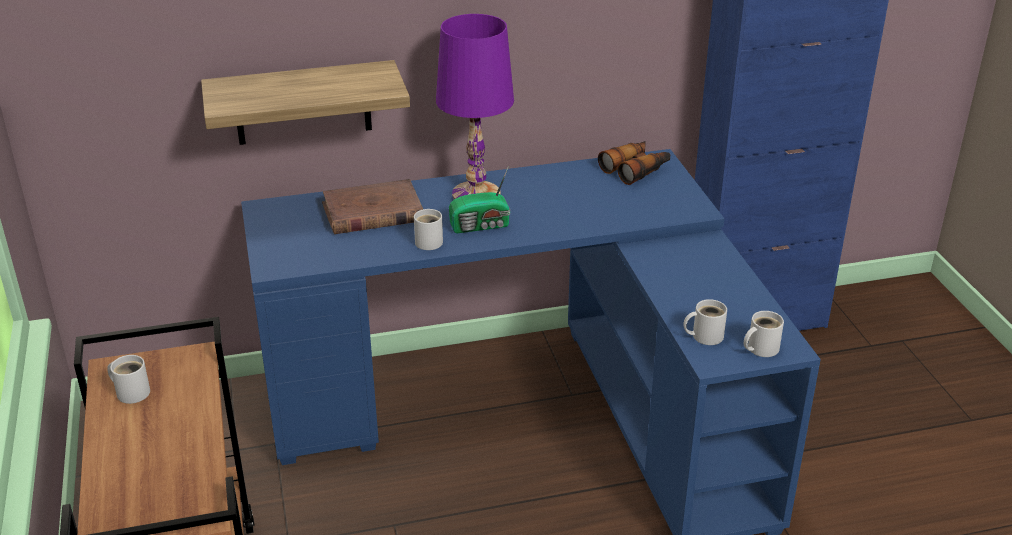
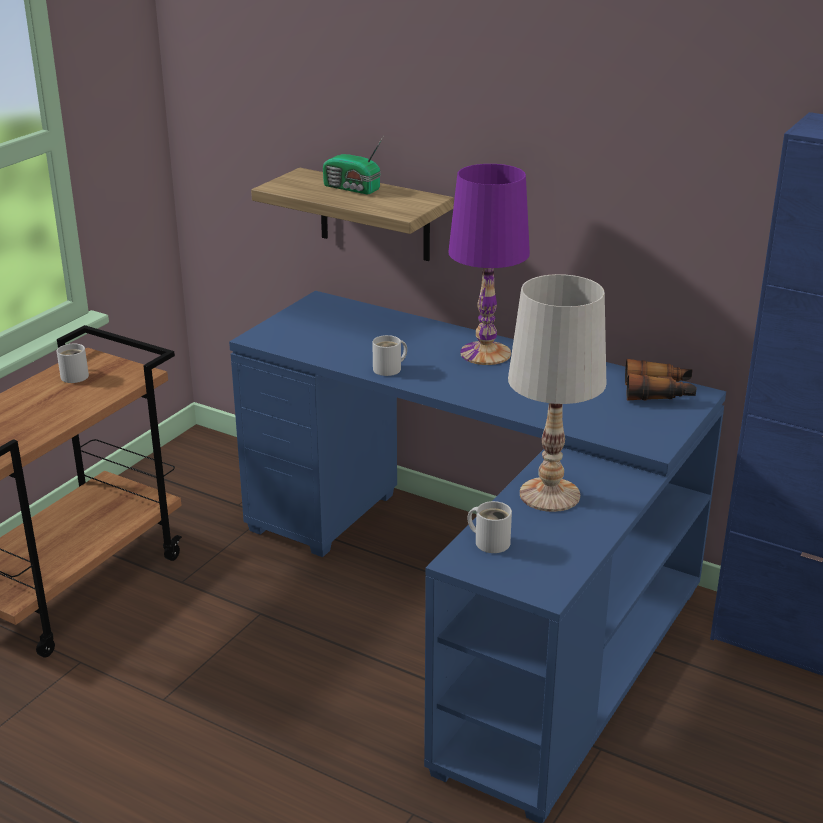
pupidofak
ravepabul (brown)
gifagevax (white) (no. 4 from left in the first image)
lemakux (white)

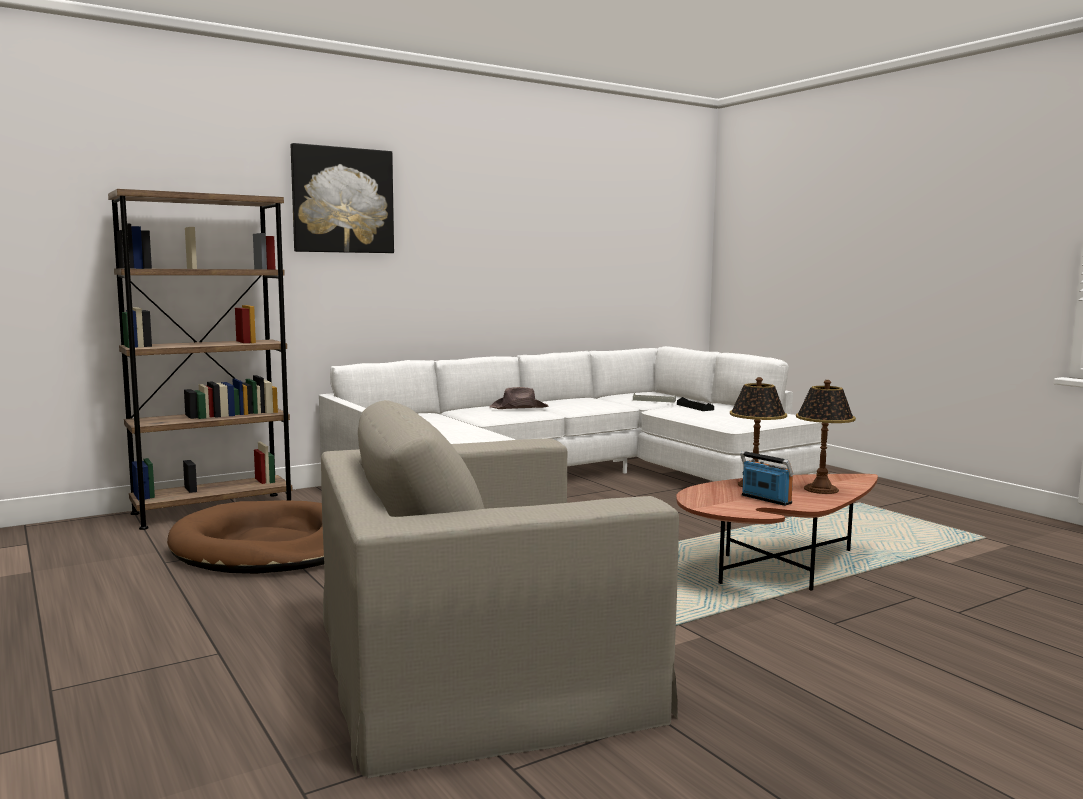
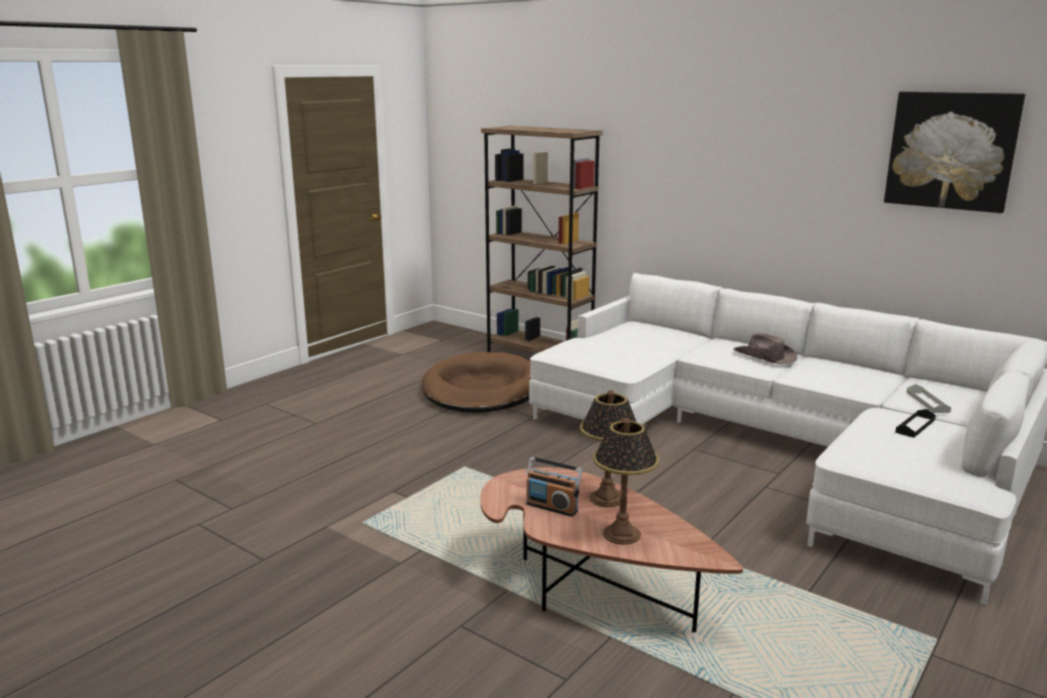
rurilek
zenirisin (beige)
pupidofak

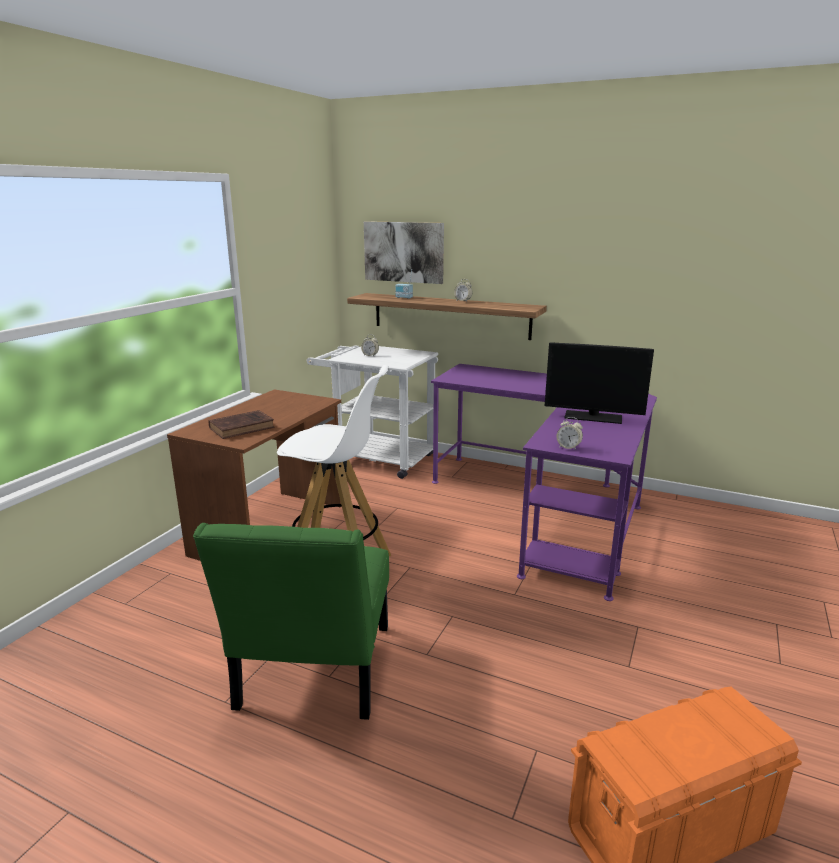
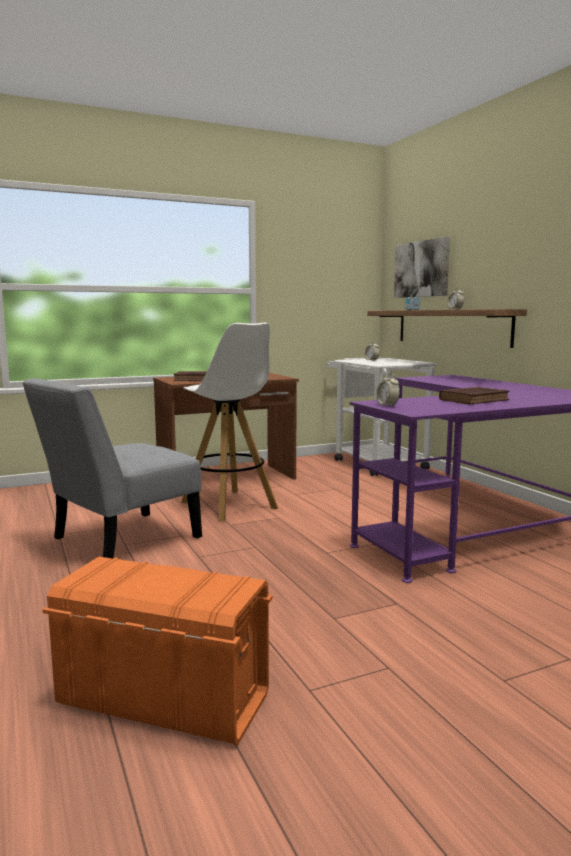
ravepabul (brown) (no. 2 from left)
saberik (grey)

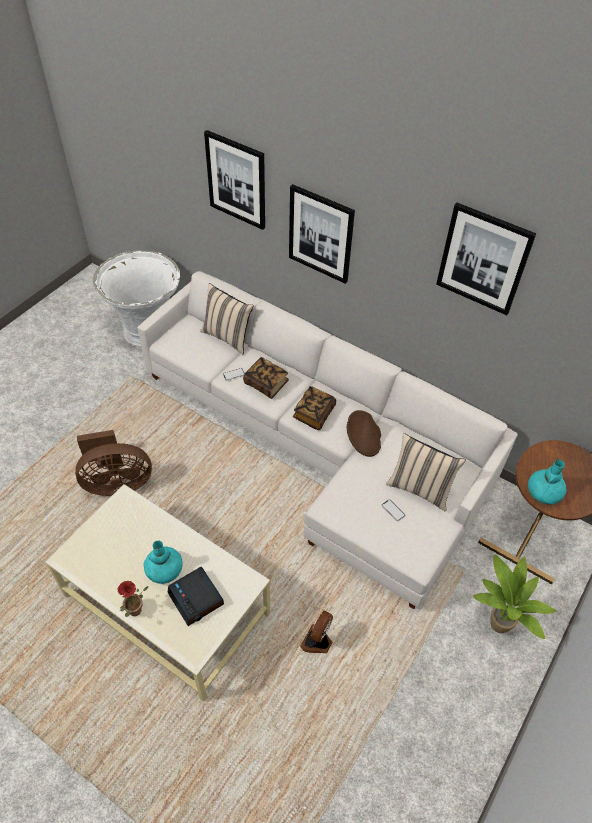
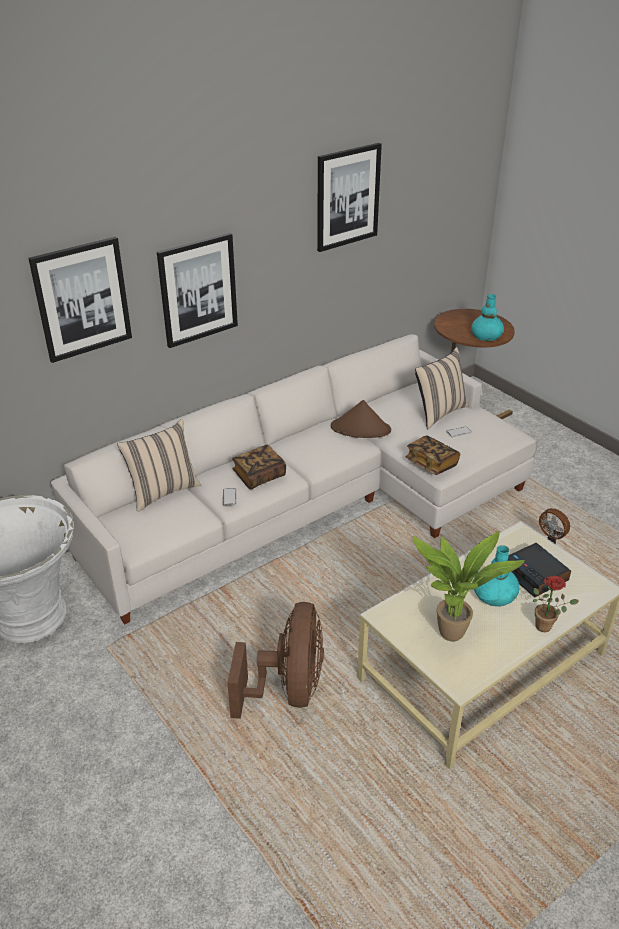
ravepabul (no. 2 from left)
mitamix (no. 1 from left)
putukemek

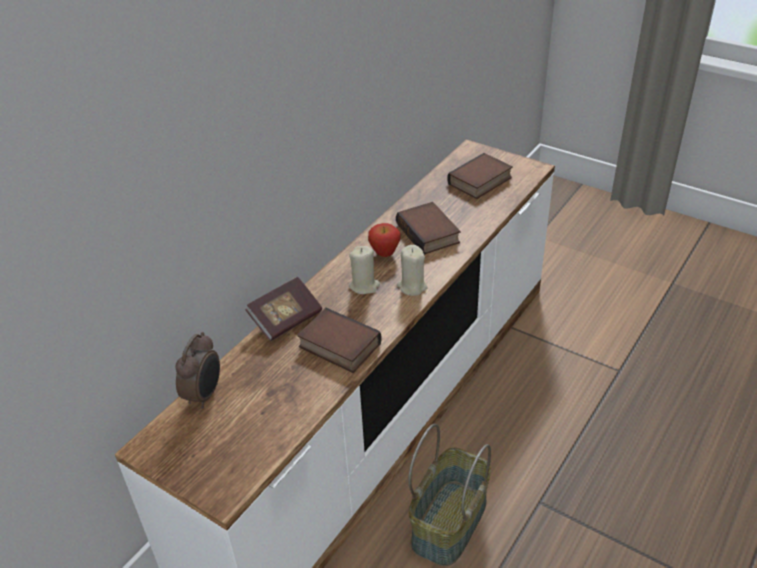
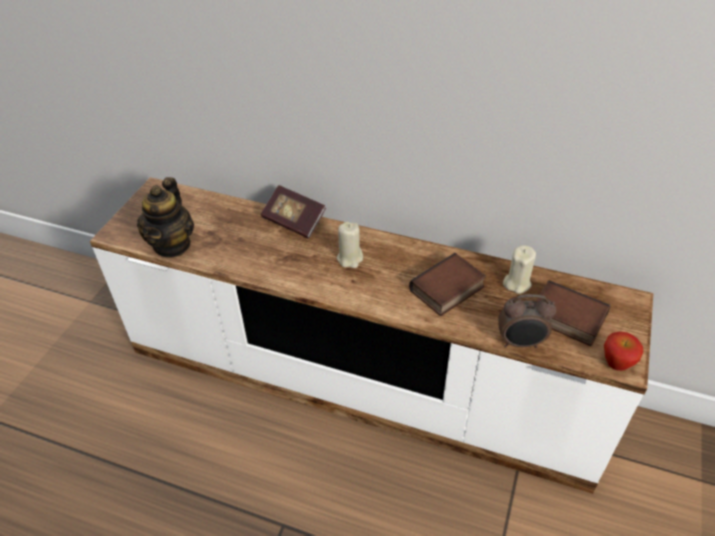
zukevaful
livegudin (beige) (no. 2 from left)
ravepabul (no. 2 from left in the first image)
putukemek
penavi
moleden

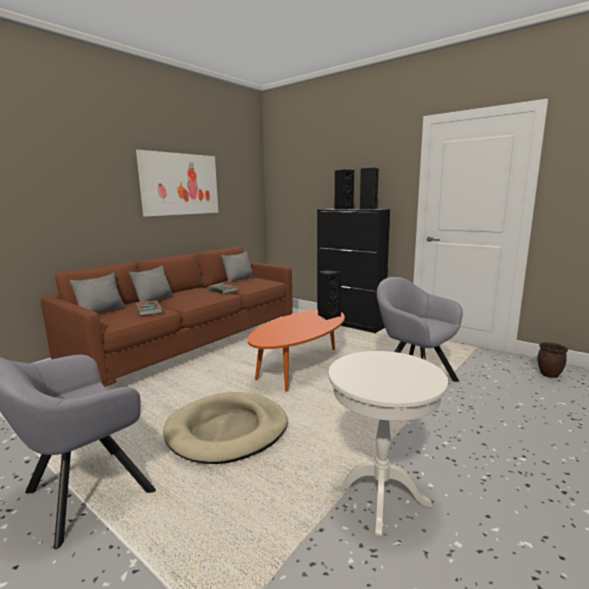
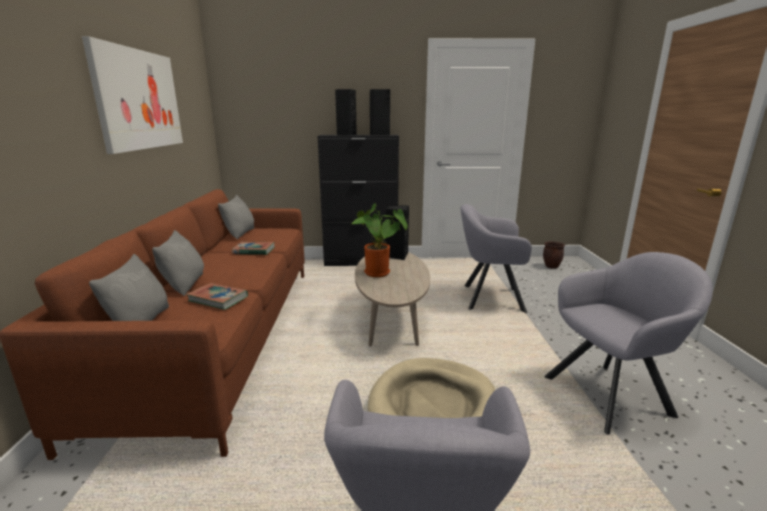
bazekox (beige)
zenirisin (grey) (no. 3 from left)
mitamix

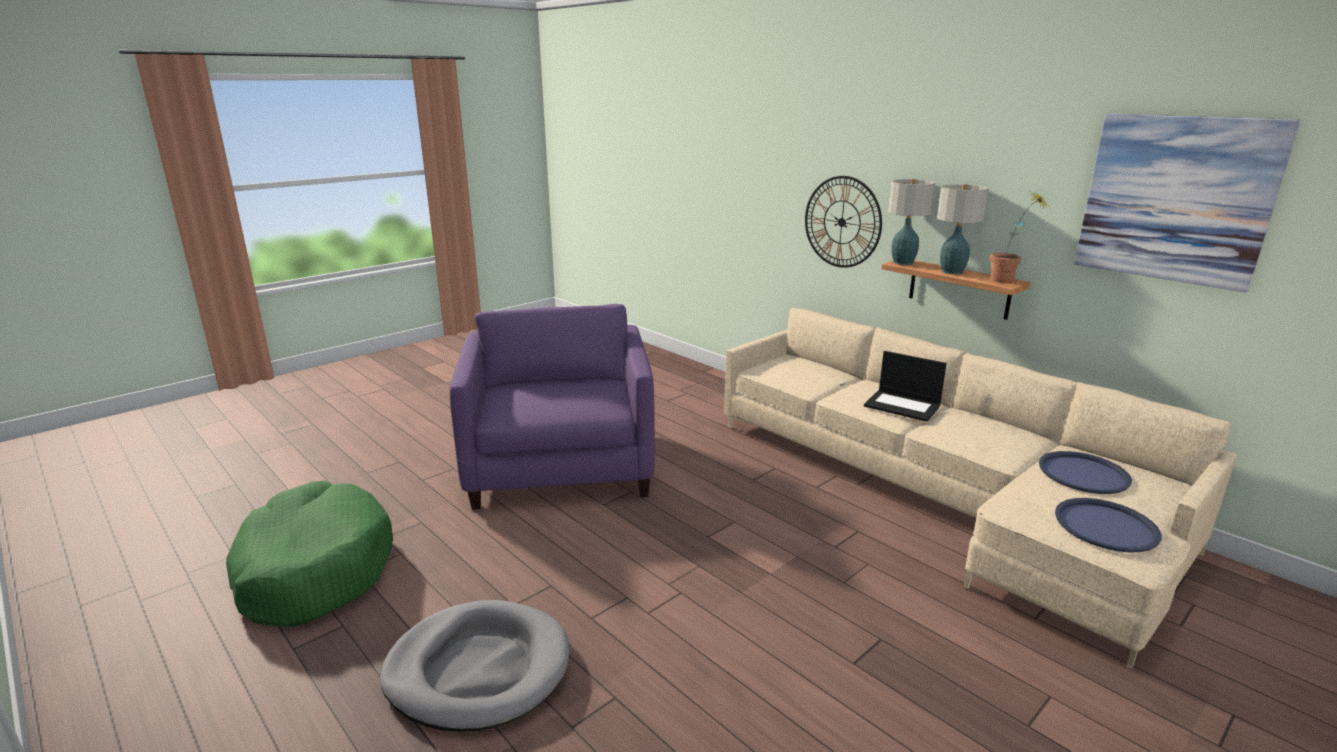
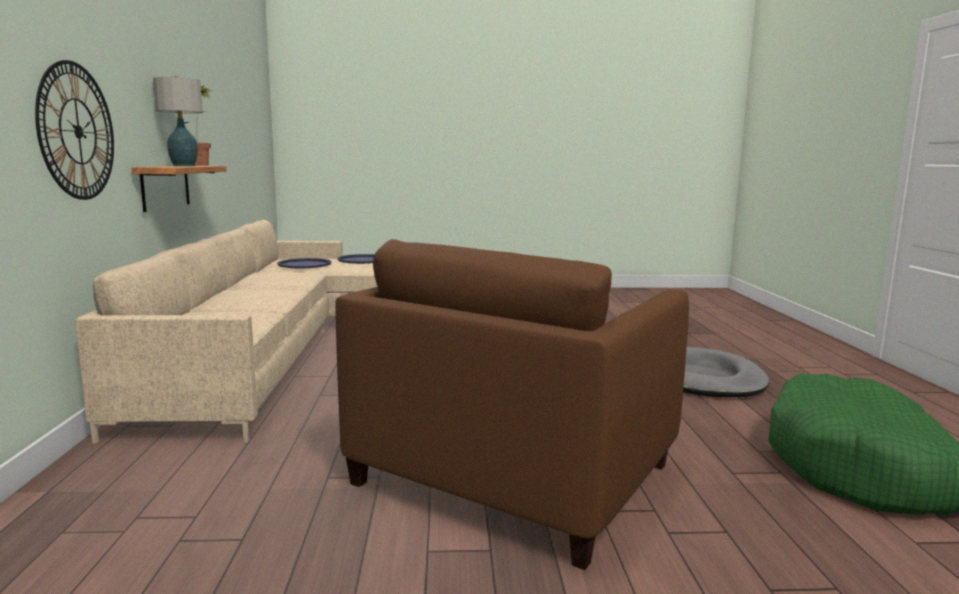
rurilek
lemakux (no. 1 from left in the first image)
zenirisin (brown)
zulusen

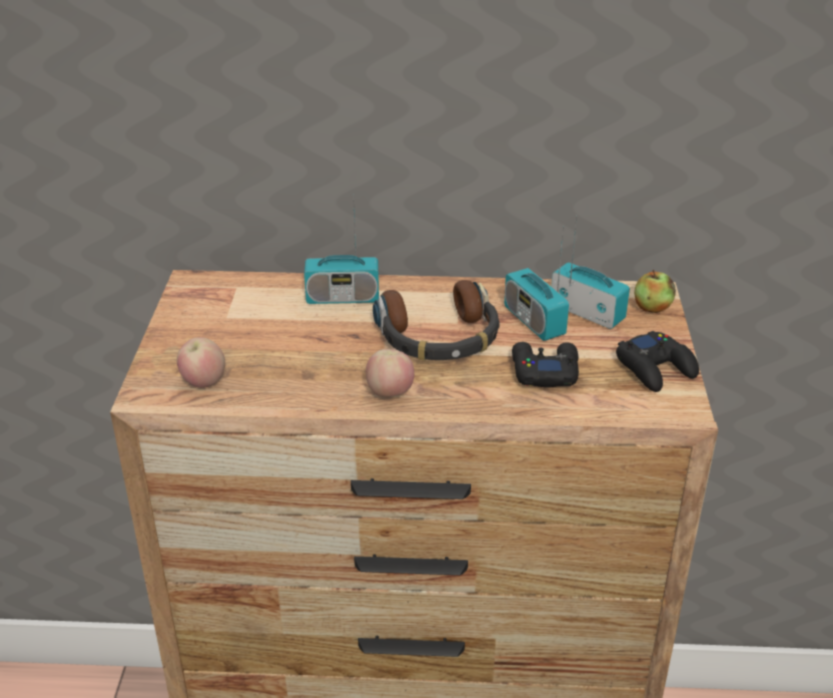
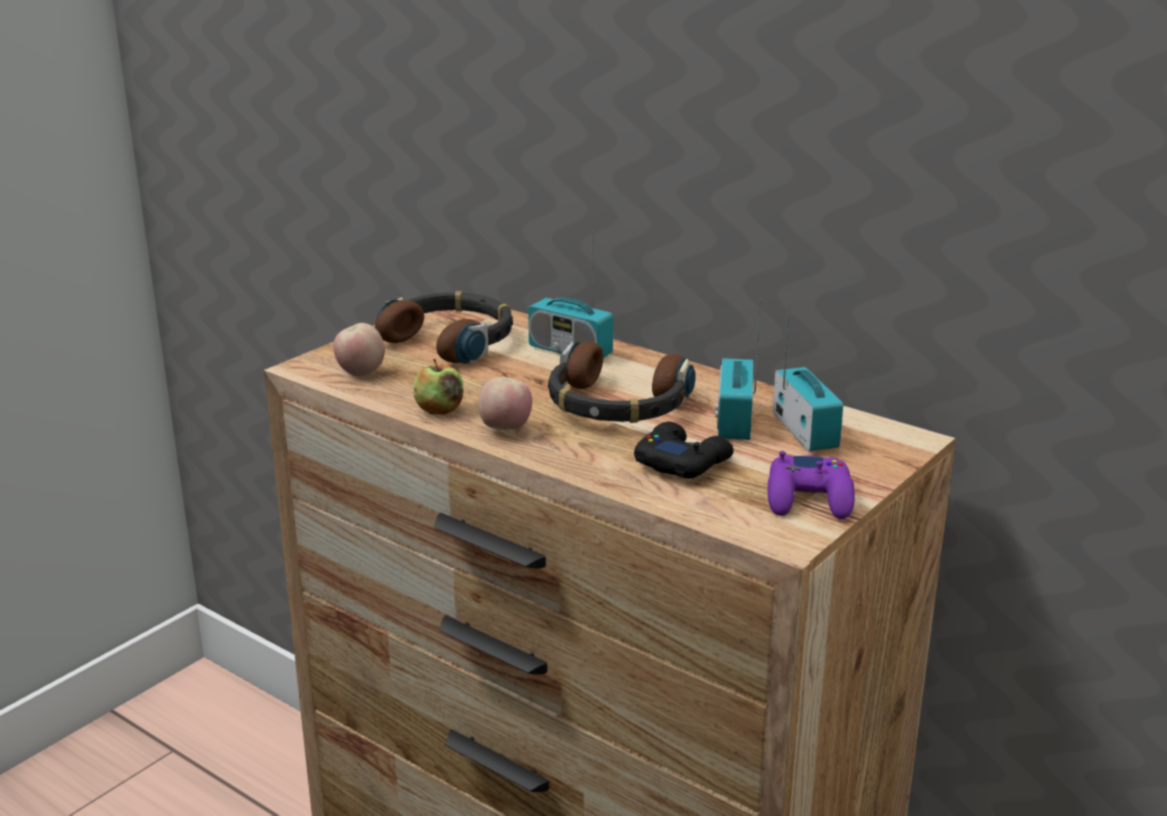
zukevaful (no. 2 from left)
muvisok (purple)
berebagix (no. 1 from left)

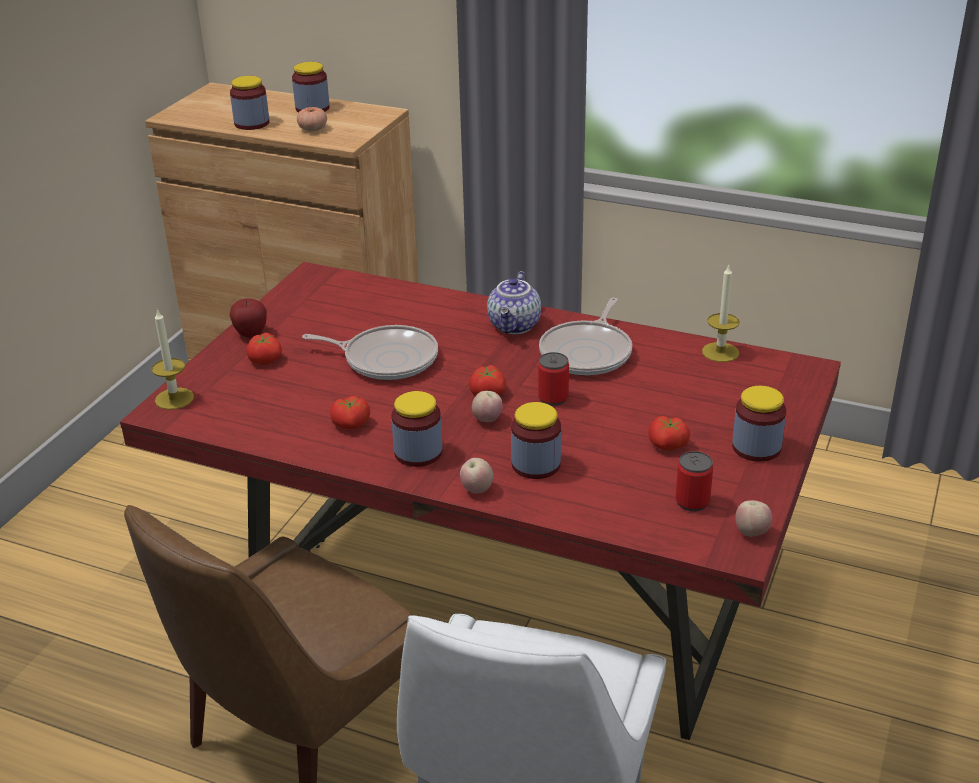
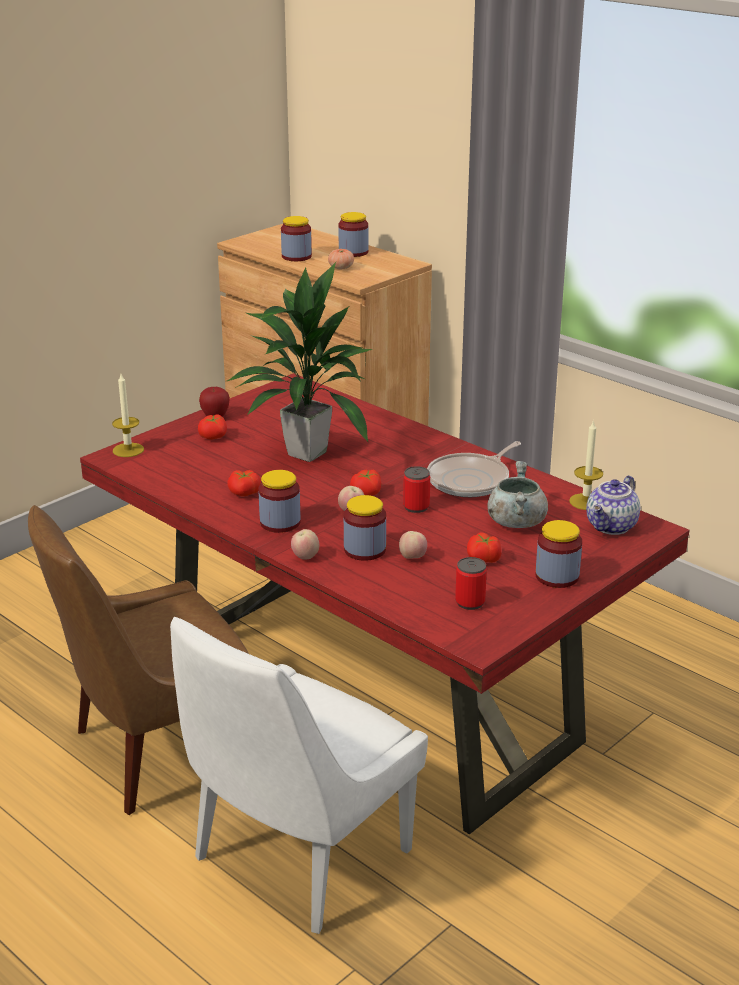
moleden
mitamix
zukevaful (no. 4 from left)
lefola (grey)

